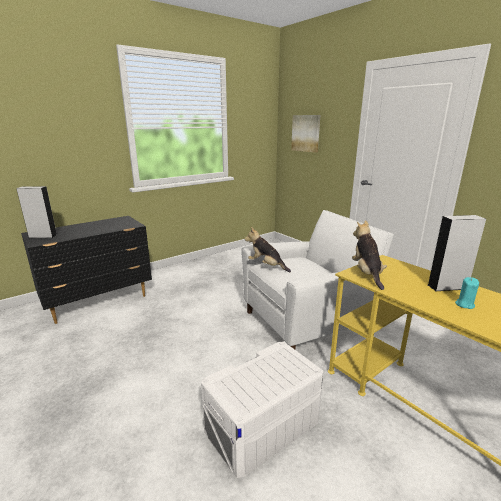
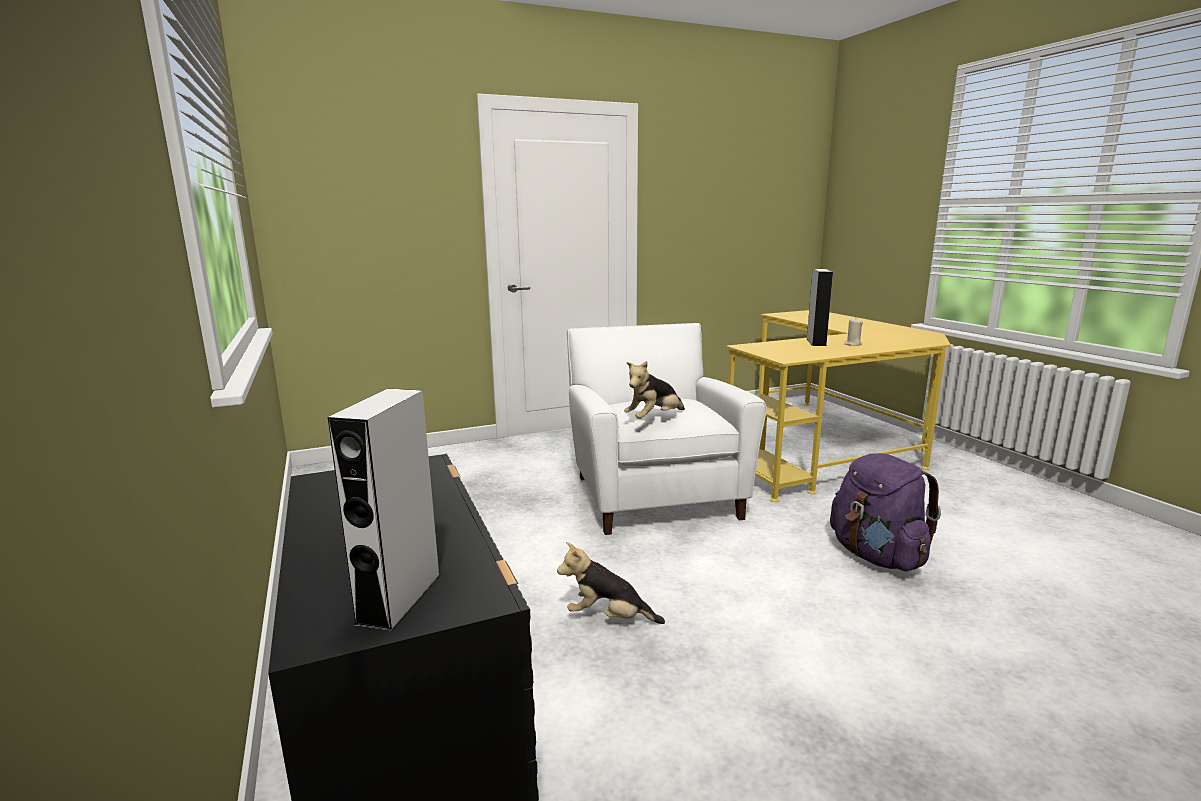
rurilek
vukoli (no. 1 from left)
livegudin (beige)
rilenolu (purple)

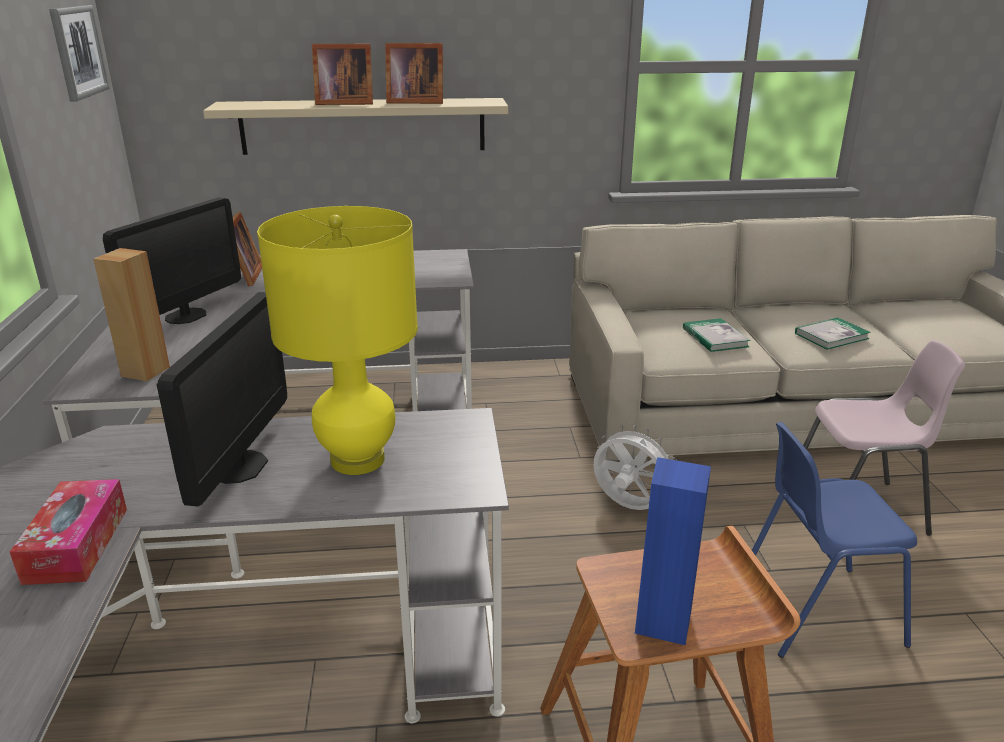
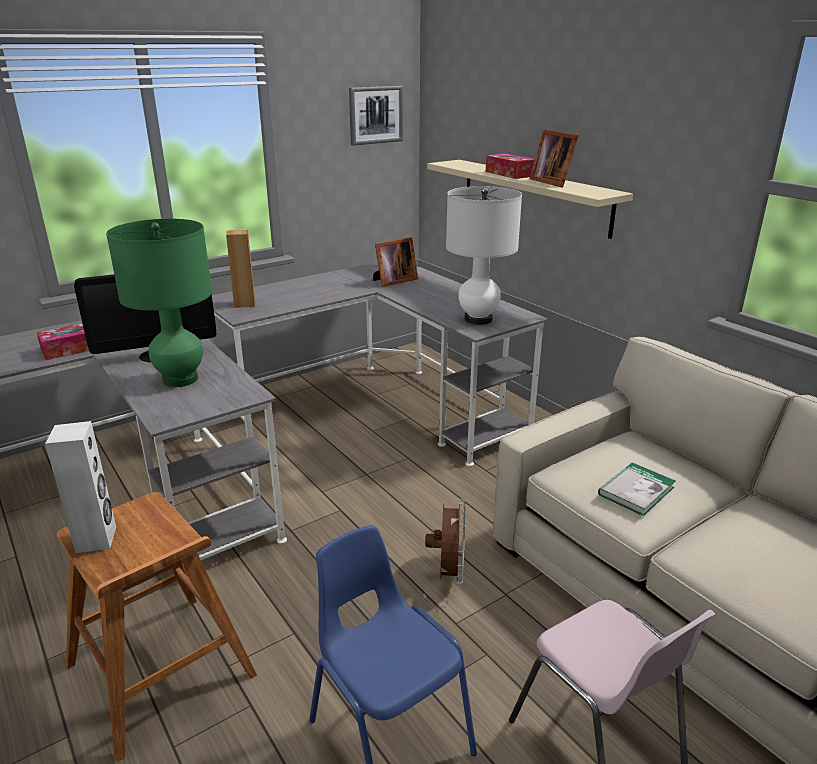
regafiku (no. 2 from left)
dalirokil (no. 1 from left in the first image)
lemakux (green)
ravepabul (no. 2 from left in the first image)
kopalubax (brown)
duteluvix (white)
lemakux (white)

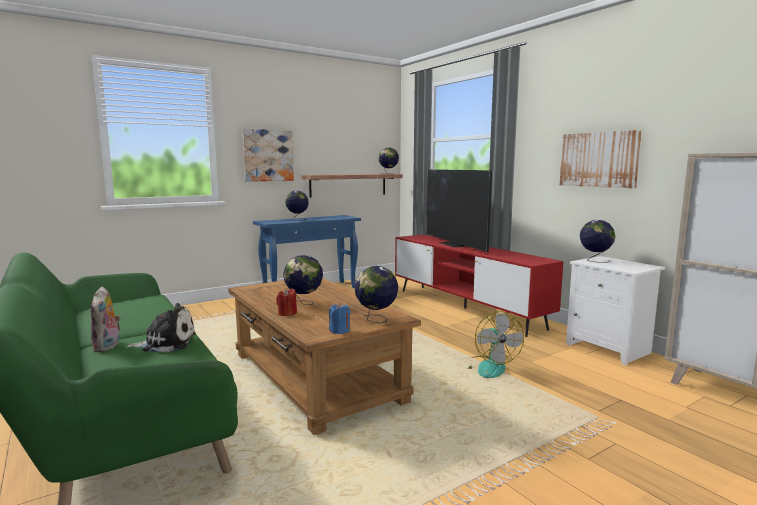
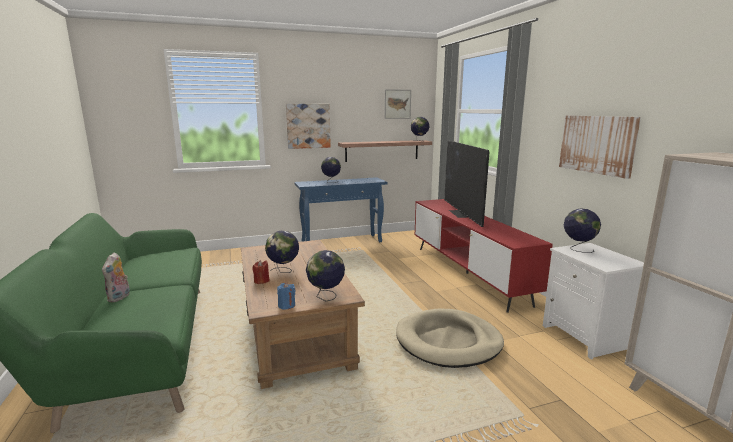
vukoli (no. 2 from left in the first image)
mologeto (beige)
rurilek (no. 2 from left)

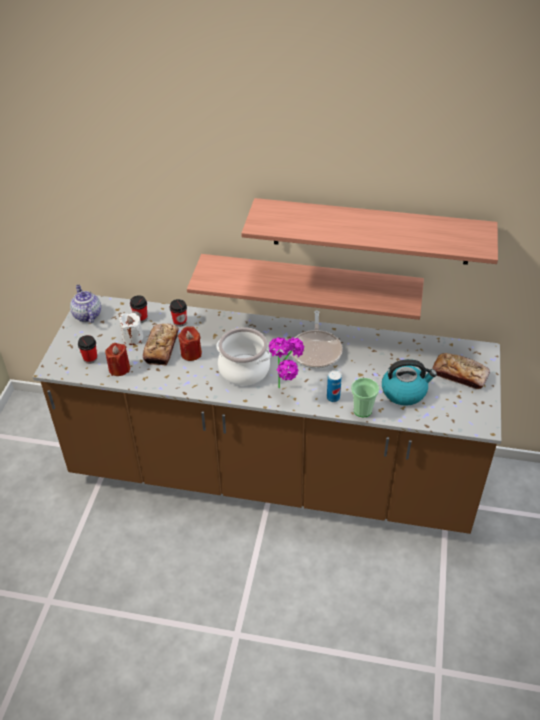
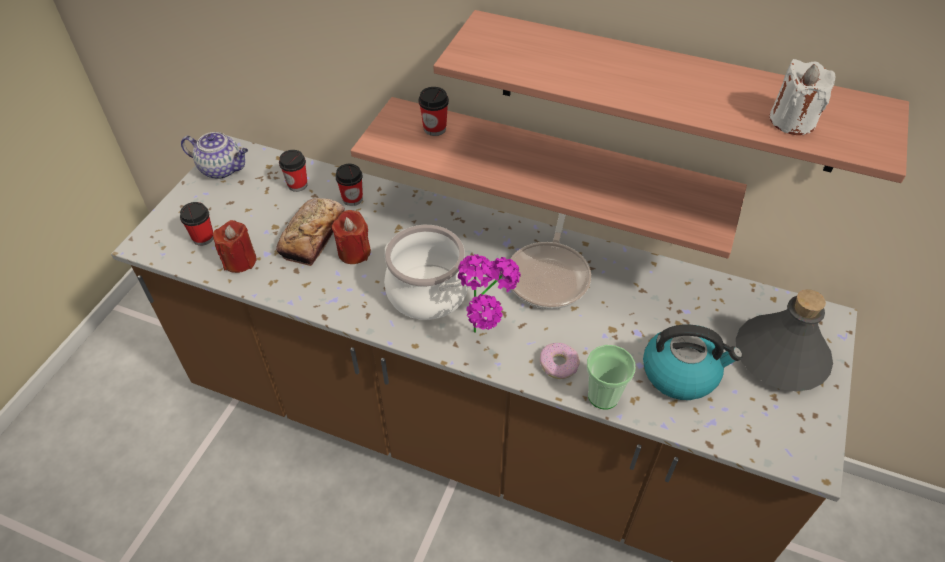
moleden
livegudin (white)
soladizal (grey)
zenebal
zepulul (no. 4 from left)

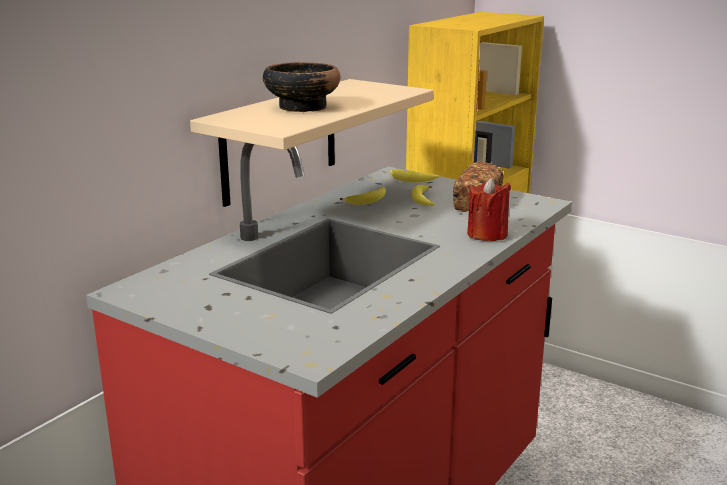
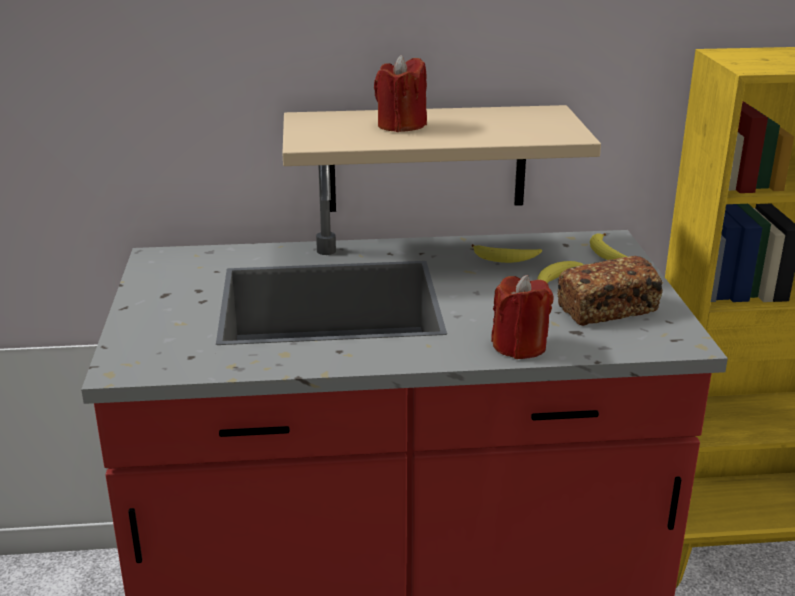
livegudin (red) (no. 1 from left)

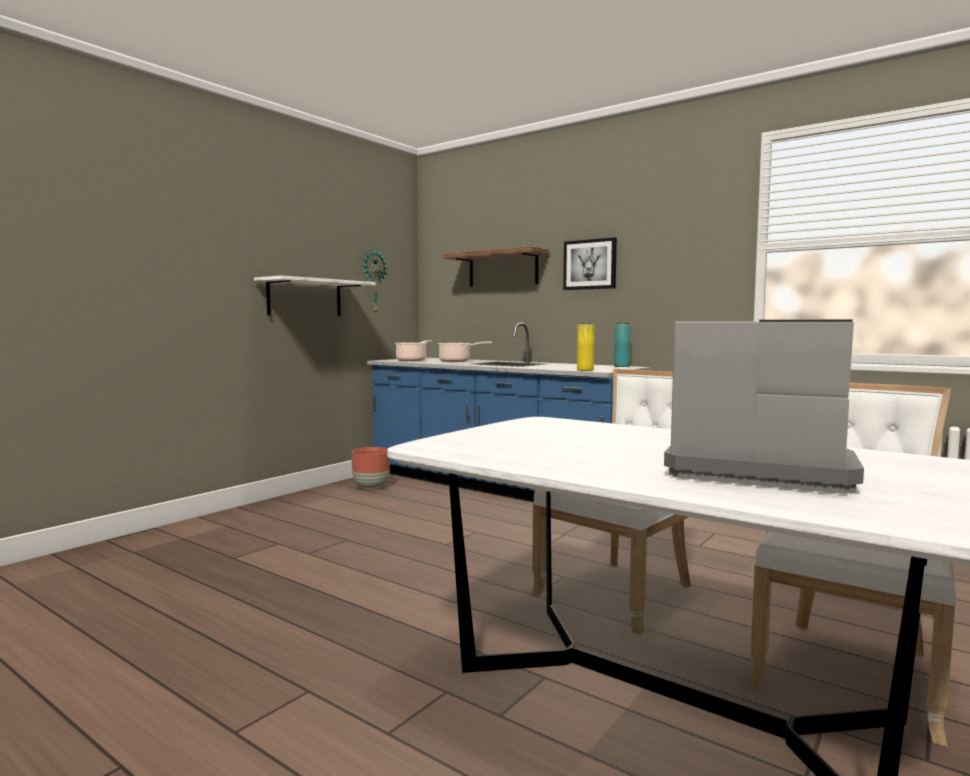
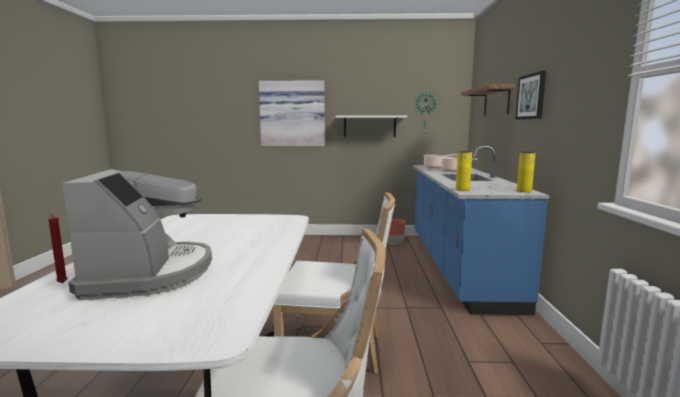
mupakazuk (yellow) (no. 2 from left)
rurilek (no. 1 from left)
livegudin (red)

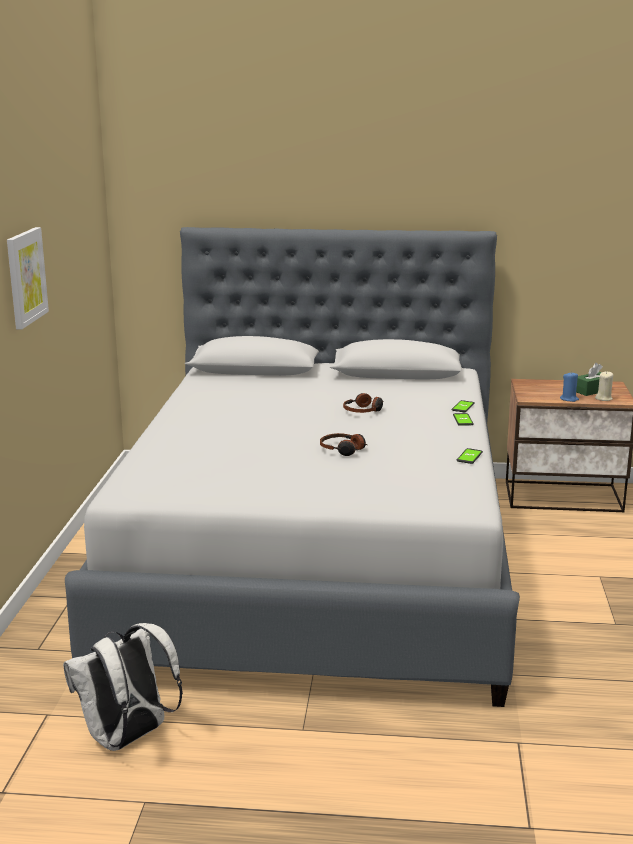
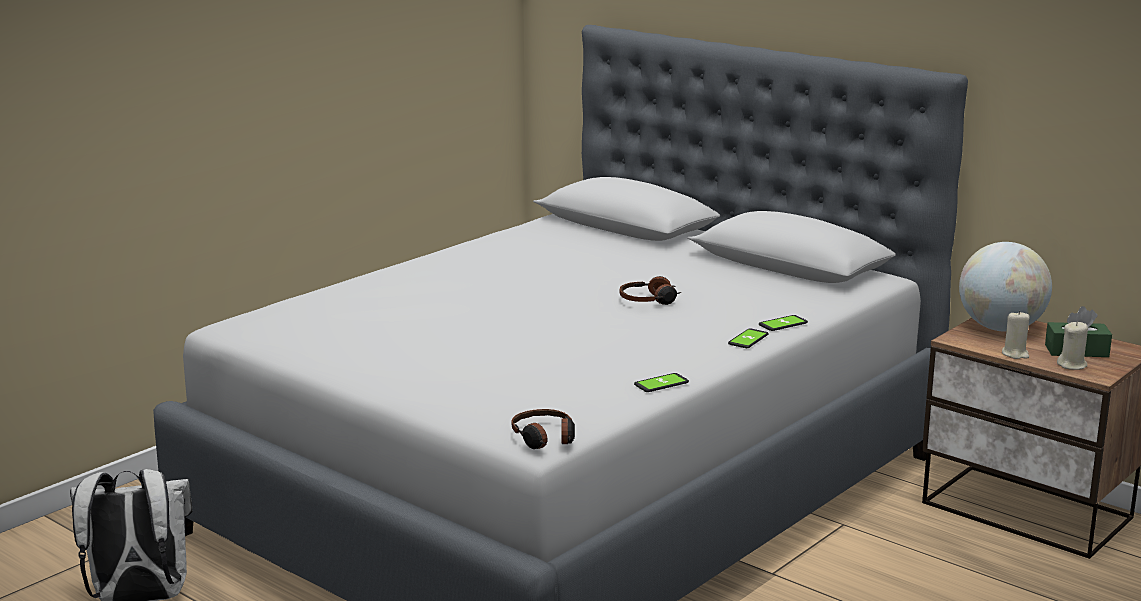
rurilek
livegudin (beige) (no. 1 from left)
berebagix (no. 1 from left)
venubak

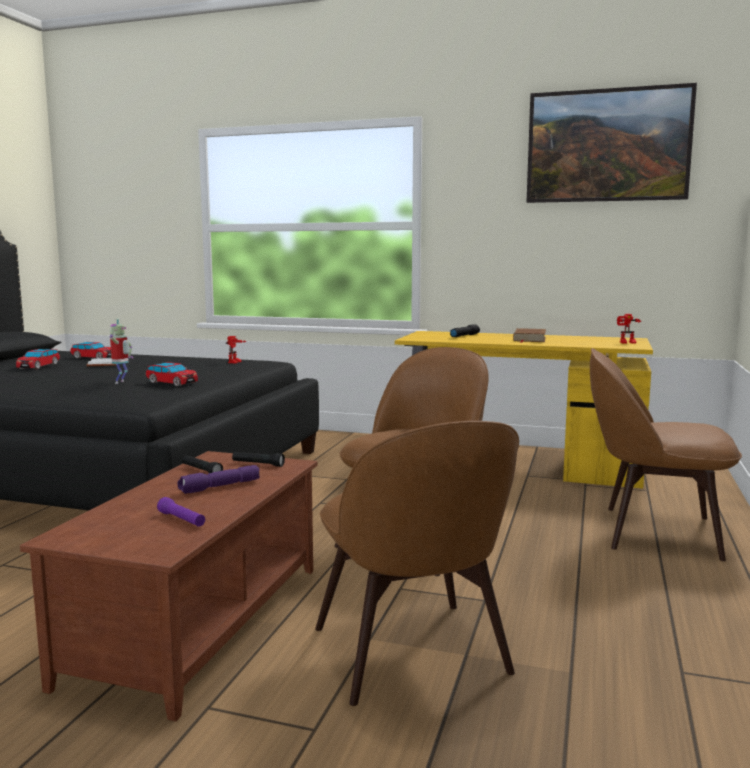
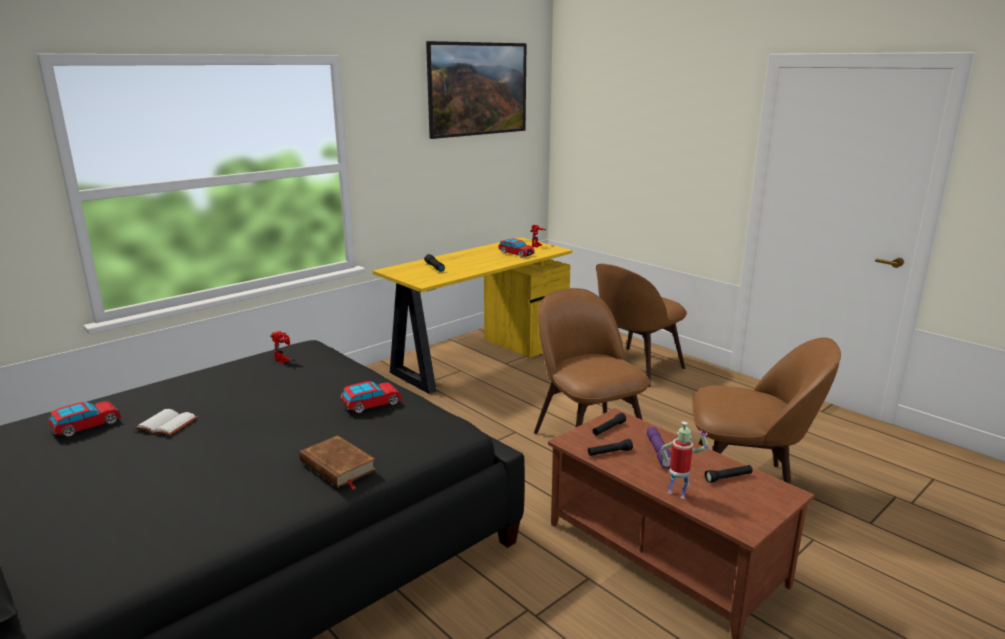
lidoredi (no. 3 from left)
ravepabul (brown)
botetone (no. 3 from left)
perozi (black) (no. 4 from left)

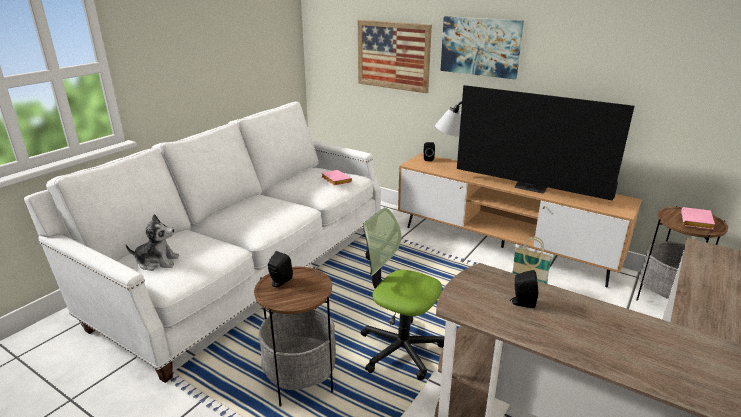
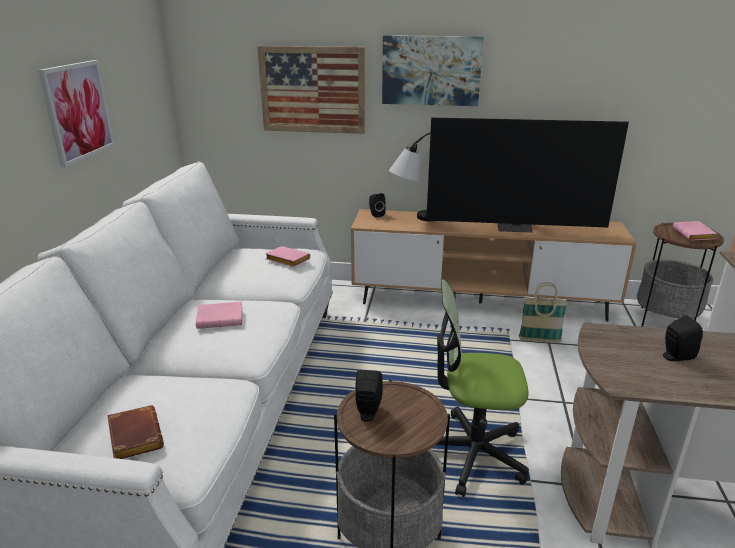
ravepabul (brown)
rurilek (no. 1 from left)
ravepabul (pink) (no. 1 from left)

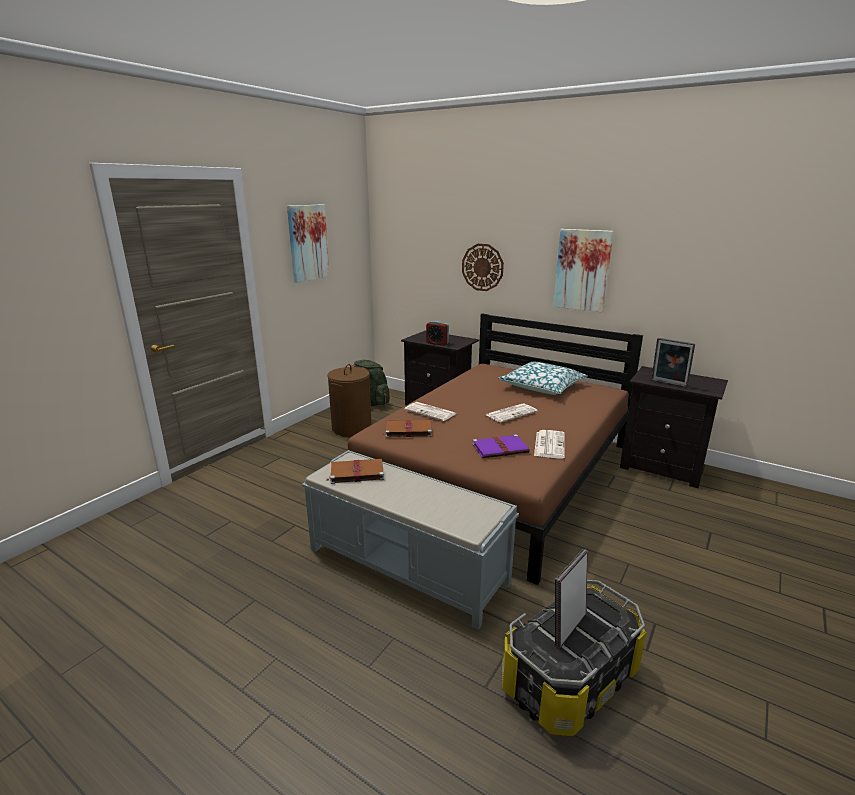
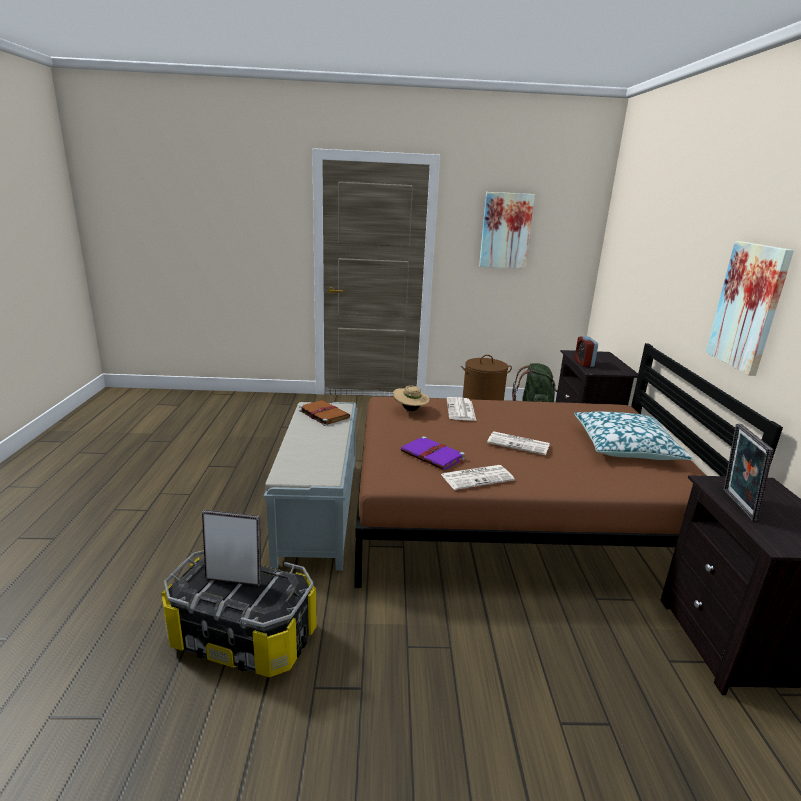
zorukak
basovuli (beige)

